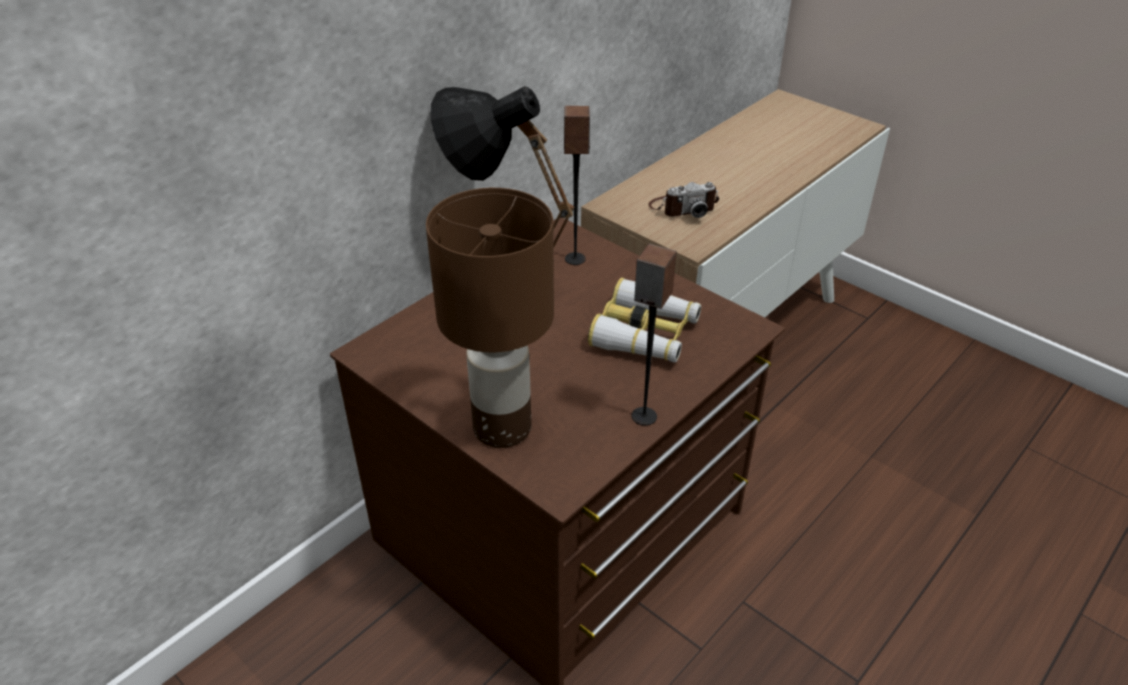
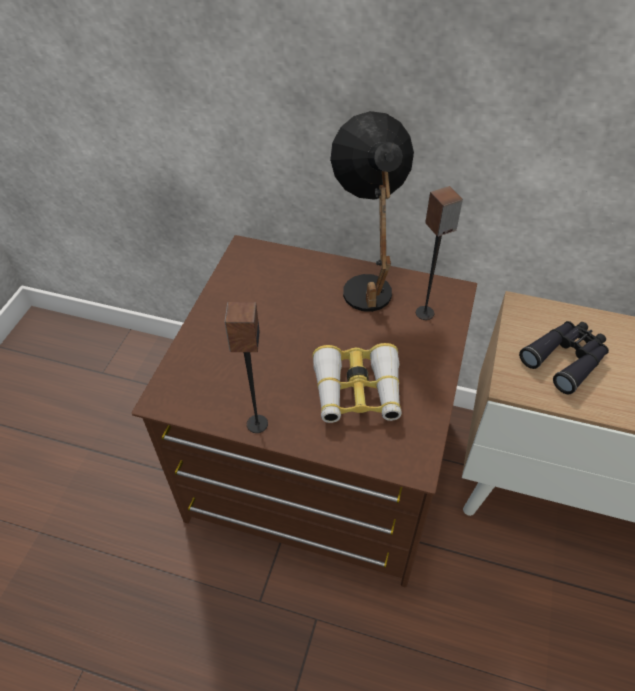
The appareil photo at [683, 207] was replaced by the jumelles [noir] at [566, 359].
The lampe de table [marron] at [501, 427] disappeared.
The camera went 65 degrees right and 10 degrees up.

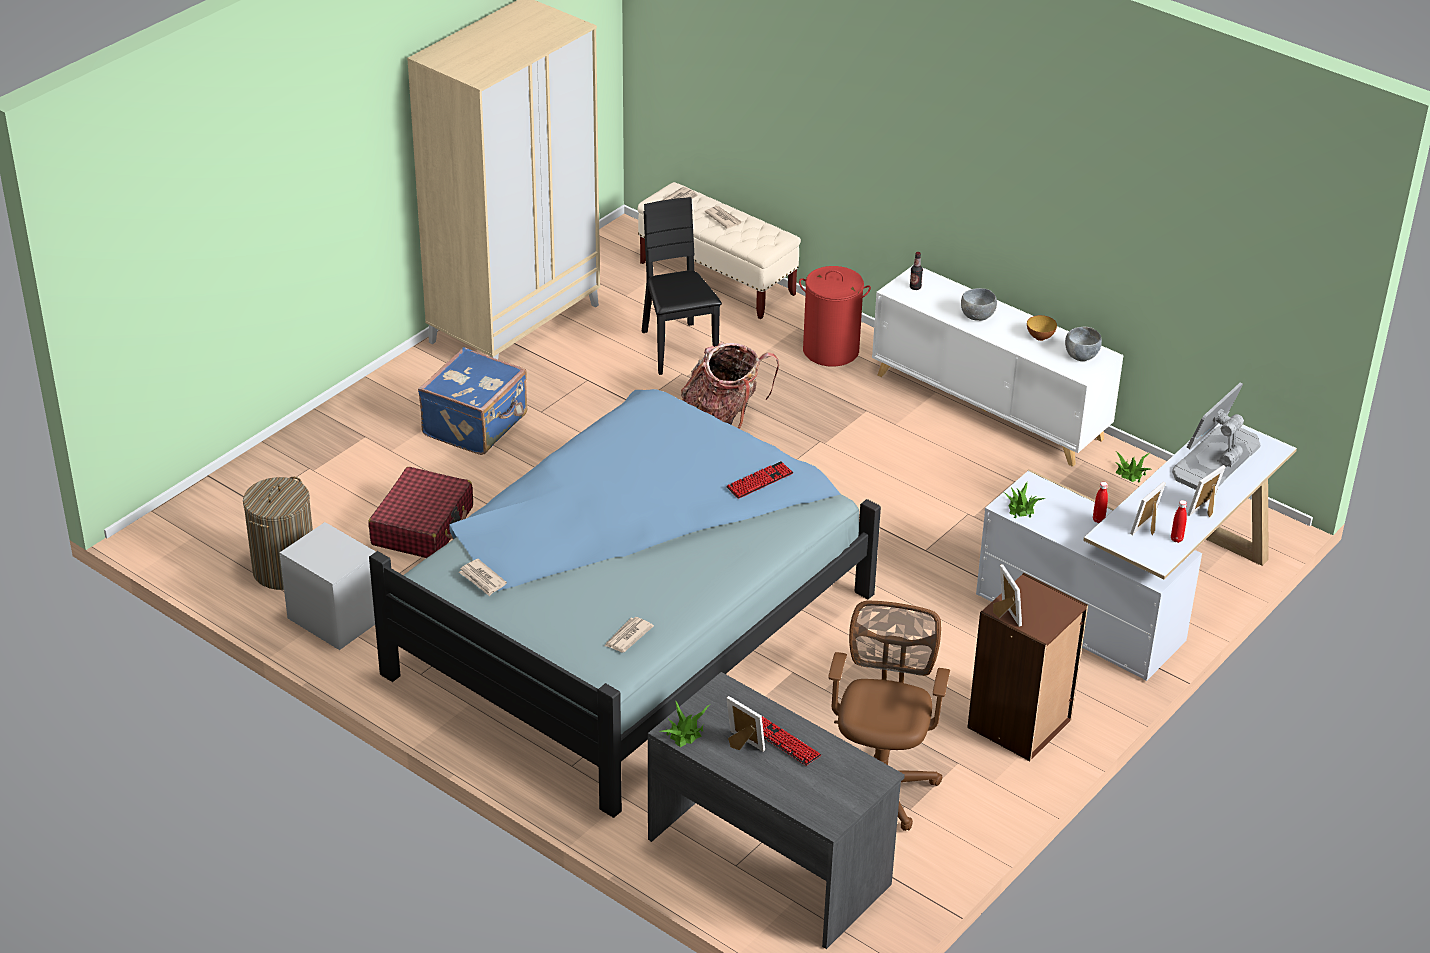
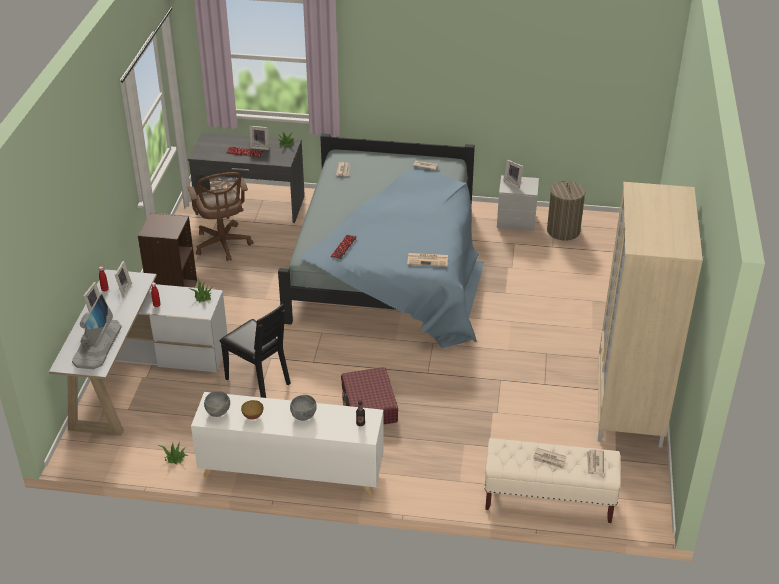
The chaise [noir] moved from [678, 349] to [258, 380].
The valise [rouge] moved from [423, 526] to [369, 406].
The journal at [428, 260] appeared.
The cadre photo moved from [1004, 615] to [513, 183].
The valise [bleu] at [477, 425] disappeared.
The sac à dos at [723, 418] disappeared.
The panier à linge [rouge] at [831, 350] disappeared.
The camera went 150 degrees right and 0 degrees up.

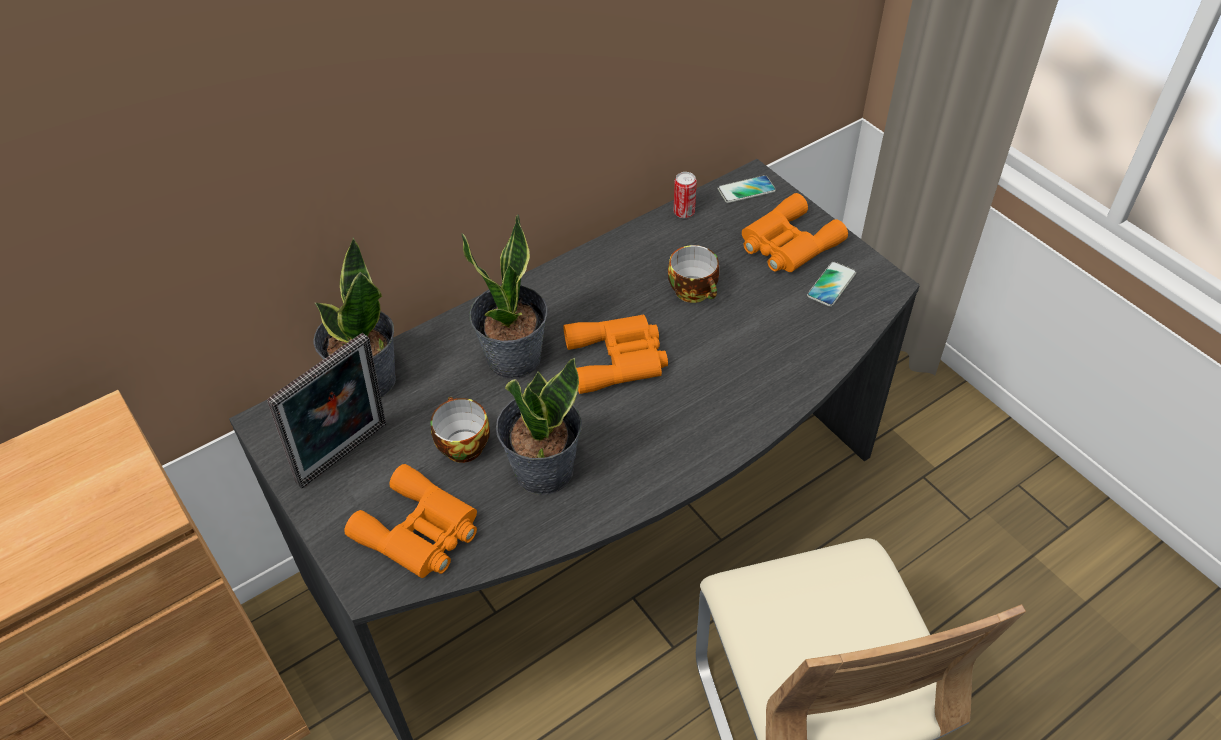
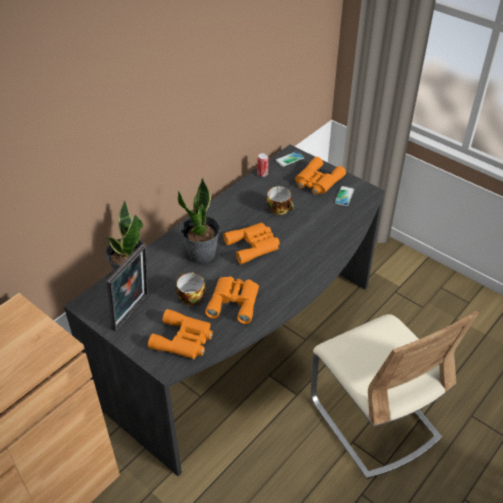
The plante en pot at [543, 470] was replaced by the jumelles [orange] at [234, 301].
The camera went 15 degrees left and 5 degrees down.

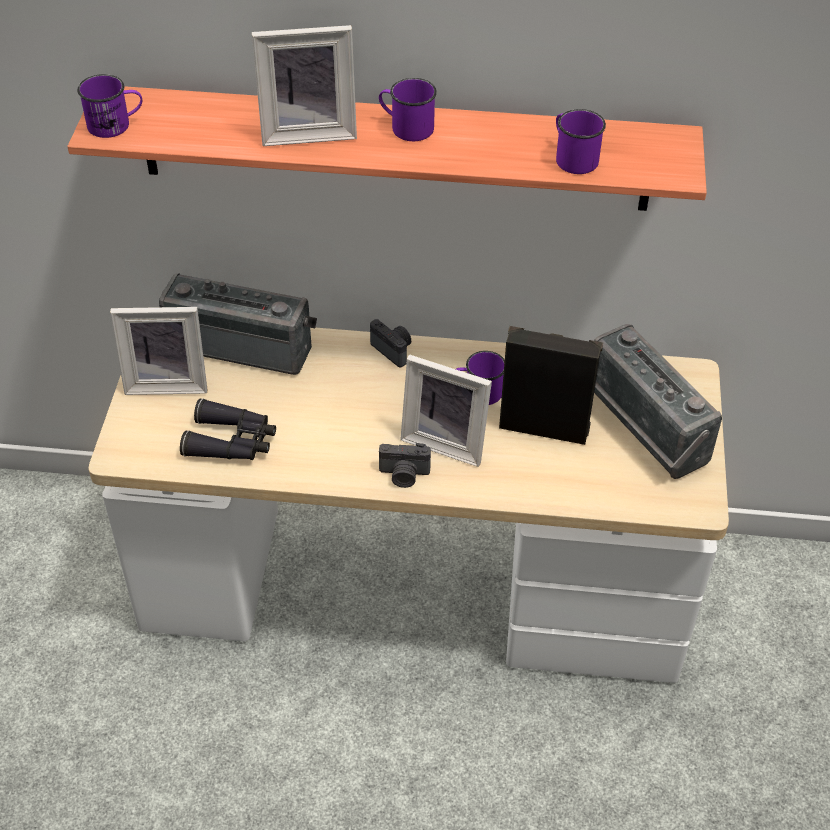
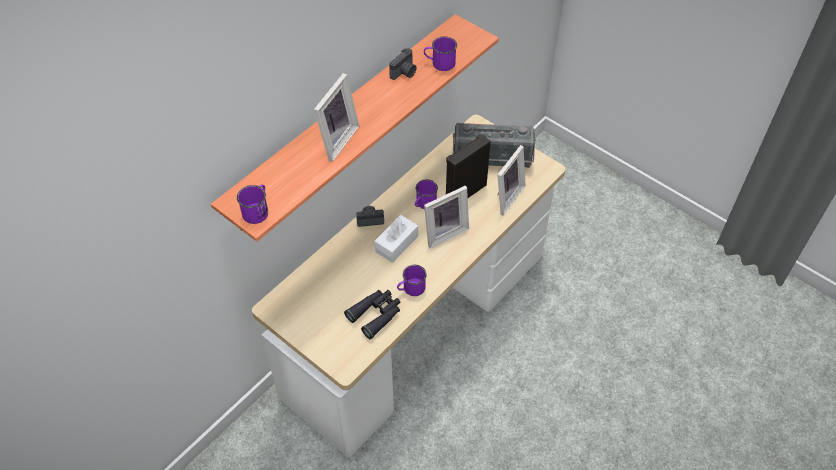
The boîte à mouchoirs [blanc] at [396, 244] appeared.
The appareil photo moved from [404, 475] to [404, 72].
The mug [violet] moved from [406, 127] to [411, 289].
The cadre photo moved from [167, 381] to [505, 196].
The radio at [242, 343] disappeared.
The camera went 55 degrees left and 5 degrees up.

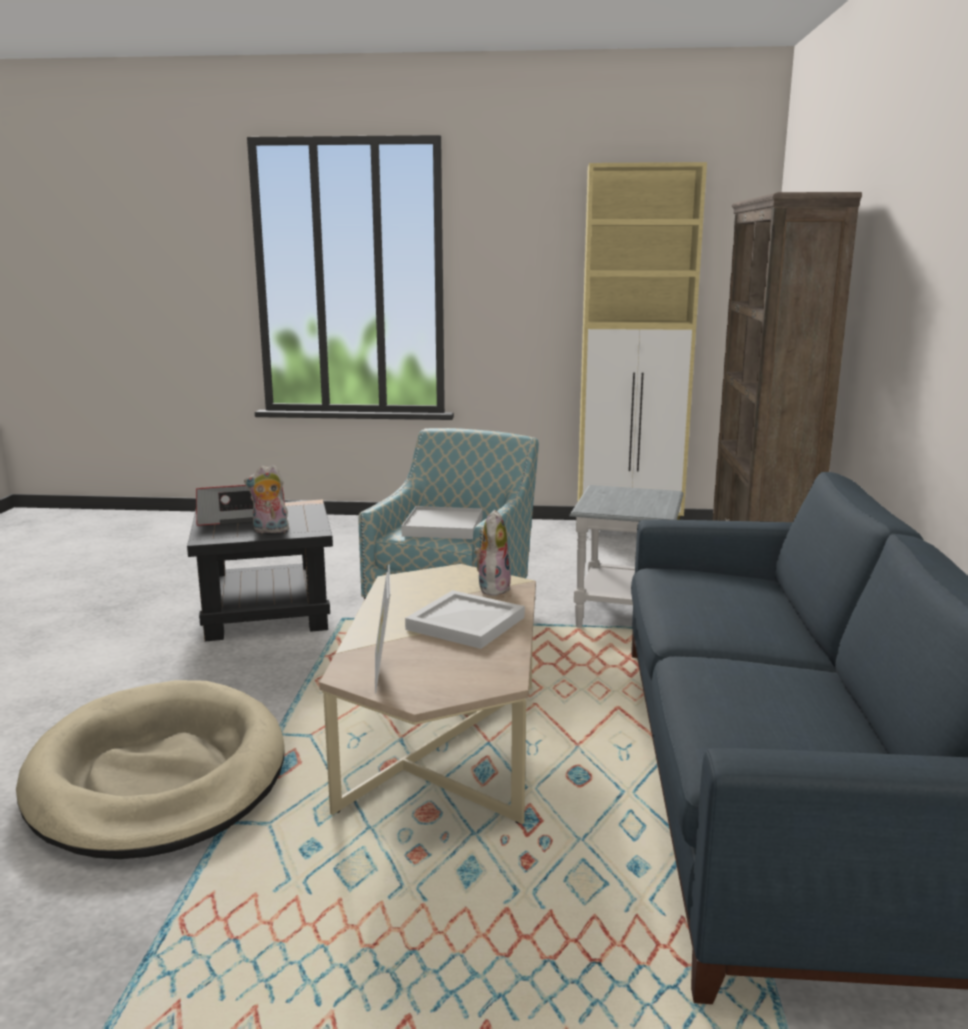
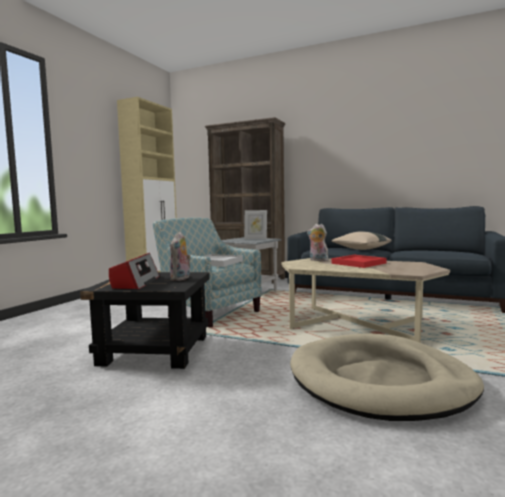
The cadre photo moved from [384, 673] to [255, 238].
The coussin [beige] at [360, 249] appeared.
The plateau [blanc] at [465, 622] became the plateau [rouge] at [357, 263].
The camera went 70 degrees left and 10 degrees down.

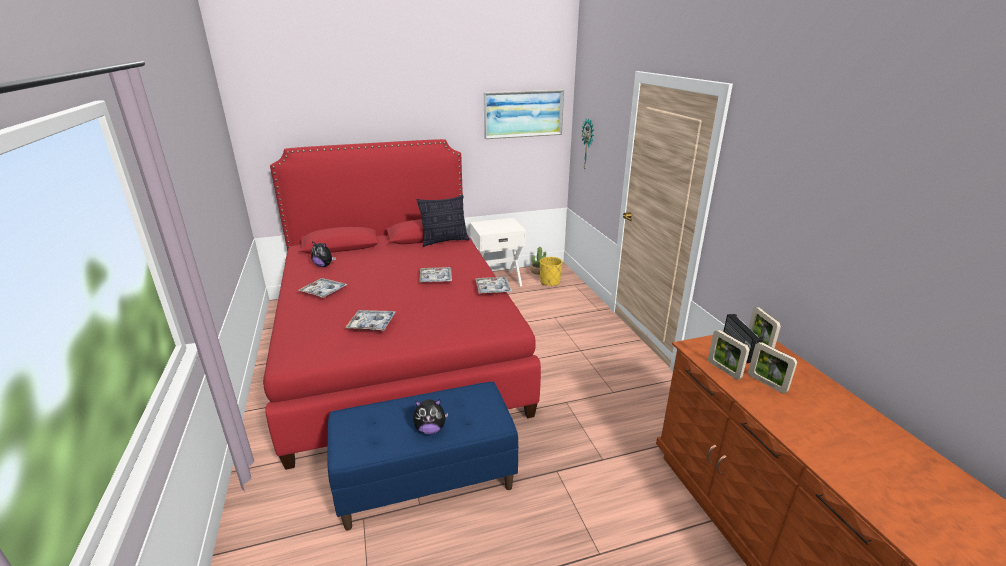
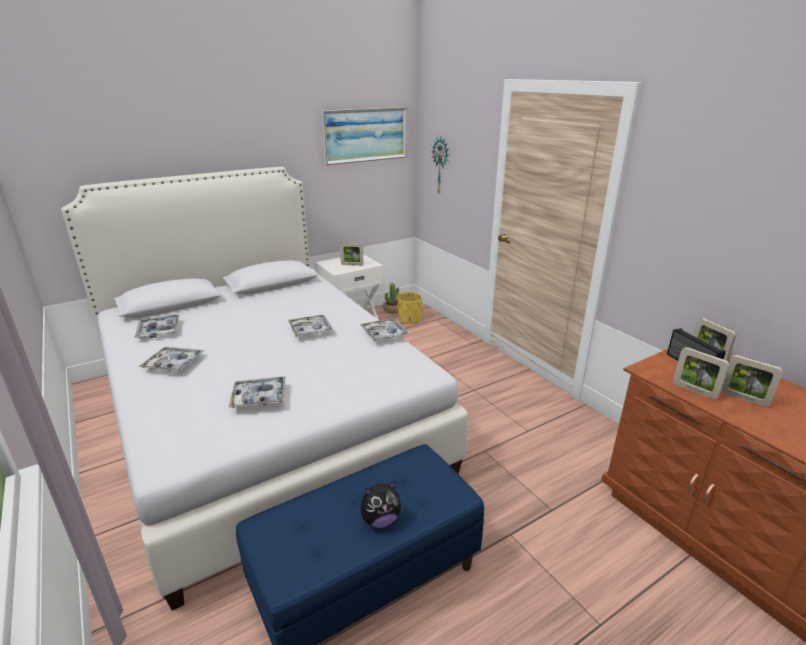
The lit [rouge] at [397, 347] became the lit [blanc] at [264, 419].
The peluche at [324, 265] was replaced by the plateau at [159, 331].
The cadre photo at [352, 264] appeared.
The coussin at [444, 241] disappeared.
The camera went 15 degrees left and 0 degrees up.

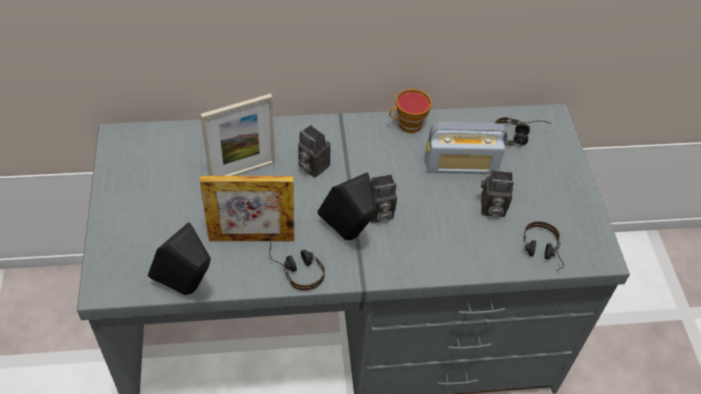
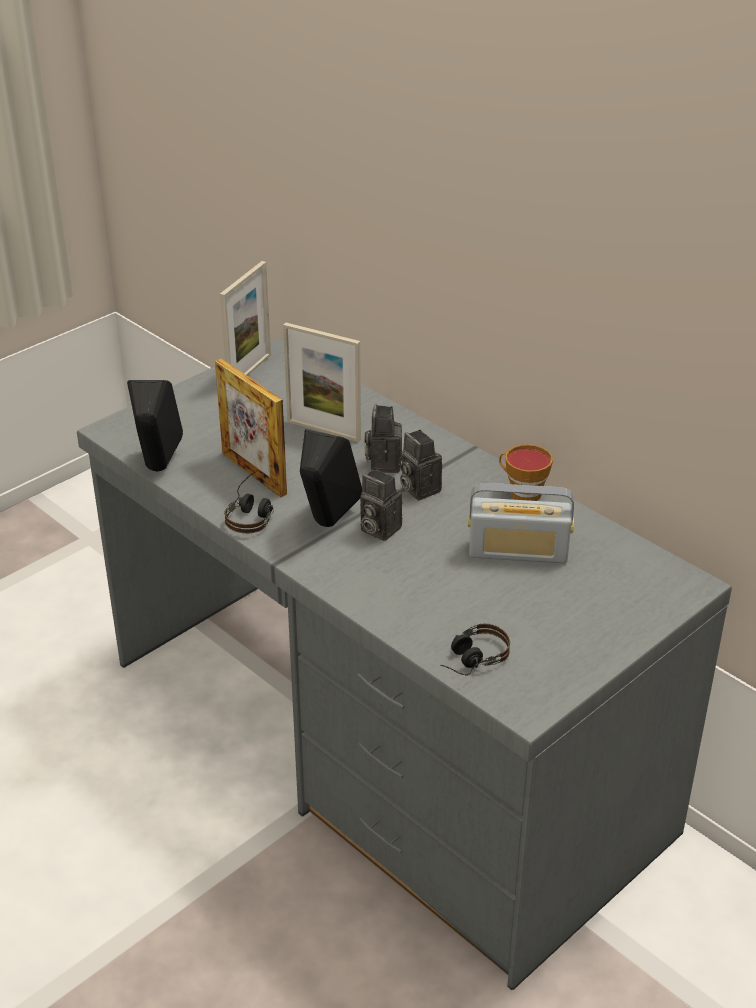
The cadre photo at [249, 371] appeared.
The appareil photo moved from [491, 208] to [418, 488].
The radio at [461, 165] turned 45 degrees counterclockwise.
The casque audio at [519, 137] disappeared.
The camera went 55 degrees right and 15 degrees down.

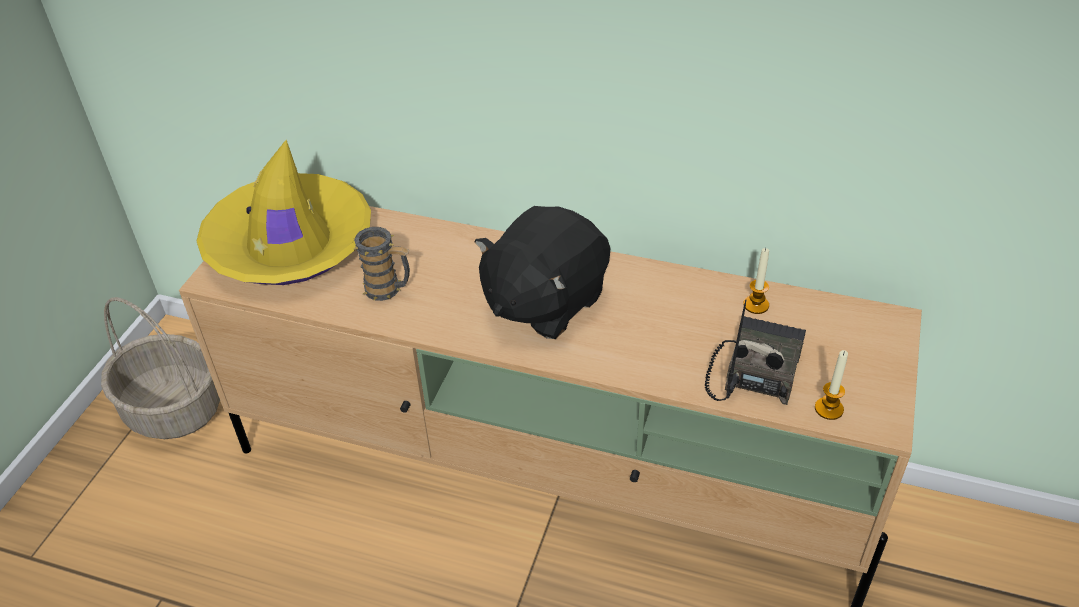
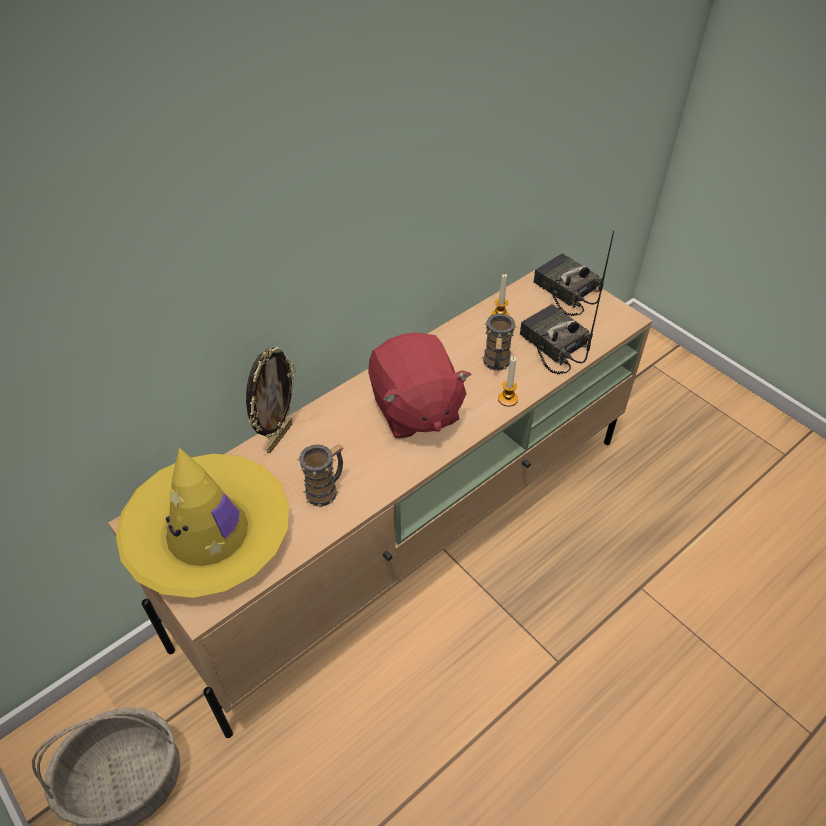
The cadre photo at [278, 437] appeared.
The peluche [noir] at [544, 302] became the peluche [rouge] at [414, 409].
The mug at [496, 364] appeared.
The bougie moved from [829, 409] to [507, 399].
The radio at [564, 291] appeared.
The camera went 60 degrees left and 5 degrees up.

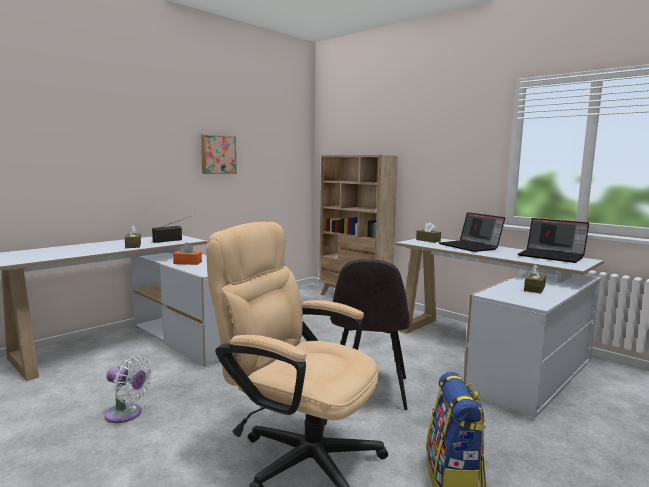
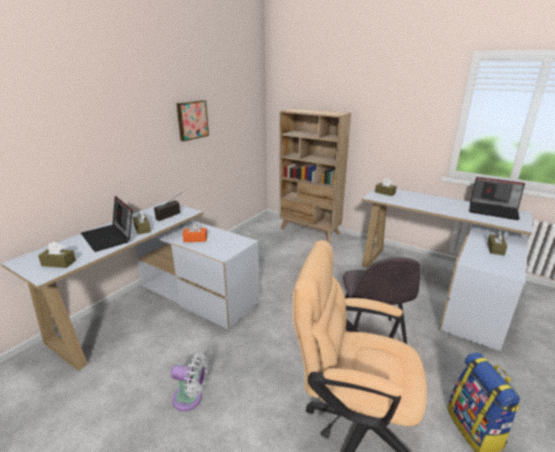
The boîte à mouchoirs [marron] at [58, 263] appeared.
The ordinateur portable moved from [470, 247] to [110, 237].
The camera went 10 degrees left and 15 degrees up.

